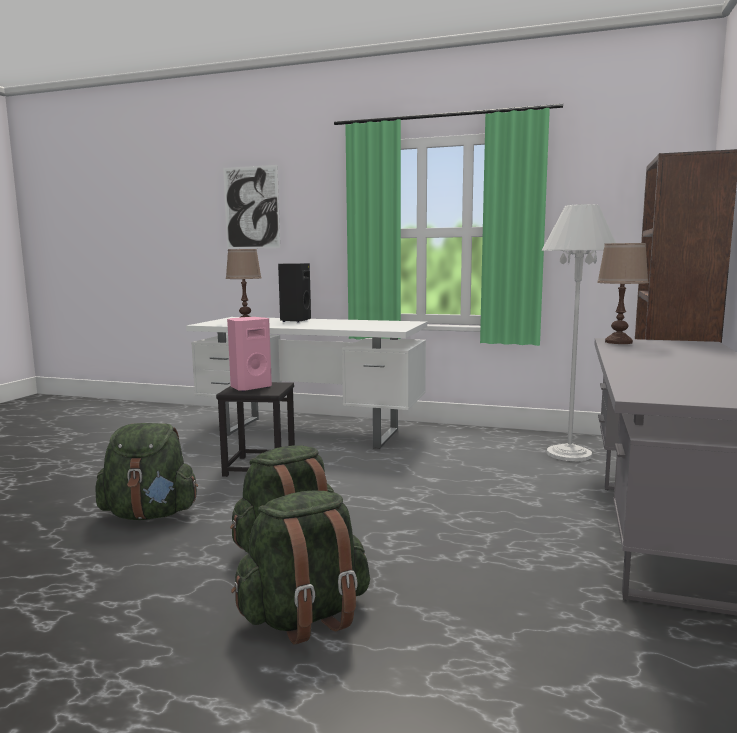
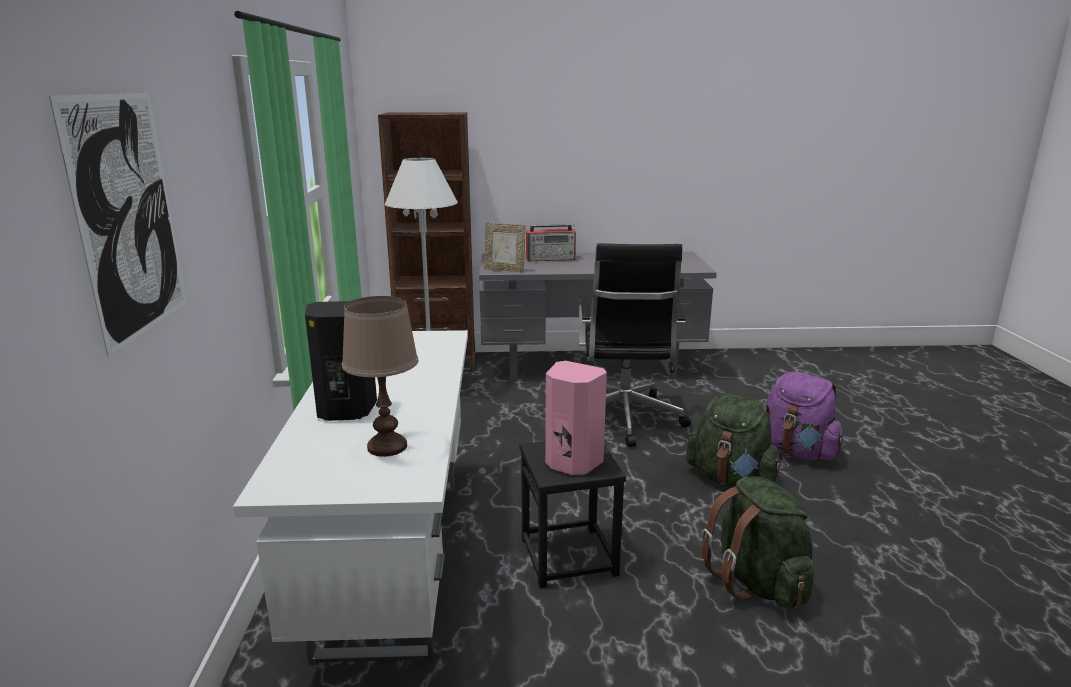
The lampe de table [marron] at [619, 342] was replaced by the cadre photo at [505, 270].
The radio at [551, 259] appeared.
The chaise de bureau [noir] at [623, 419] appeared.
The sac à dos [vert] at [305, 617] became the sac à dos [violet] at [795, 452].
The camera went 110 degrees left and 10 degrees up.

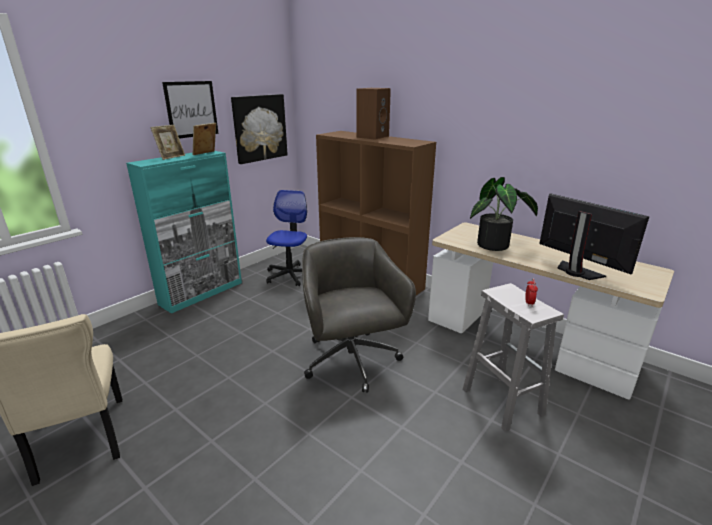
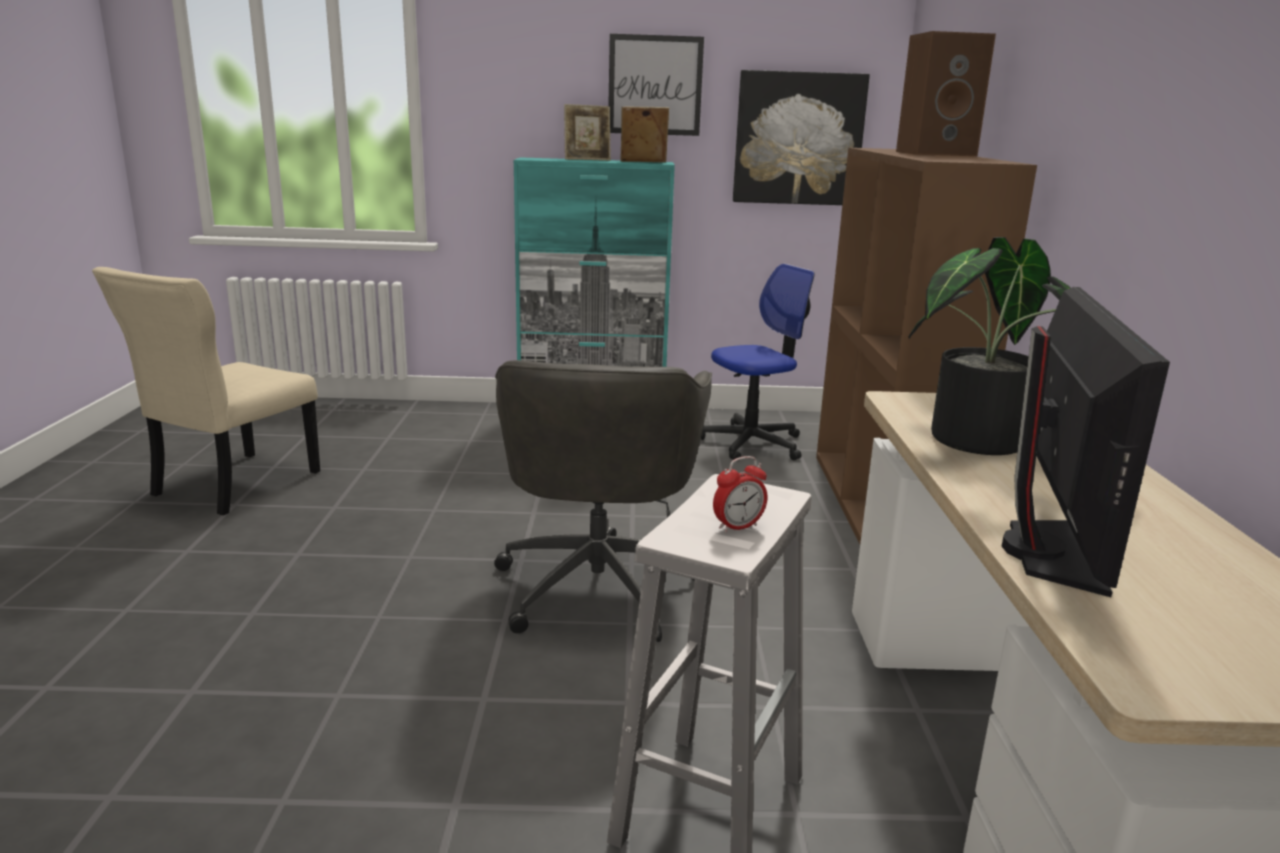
The chaise de bureau [gris] at [352, 362] turned 150 degrees clockwise.
The camera went 50 degrees right and 5 degrees down.

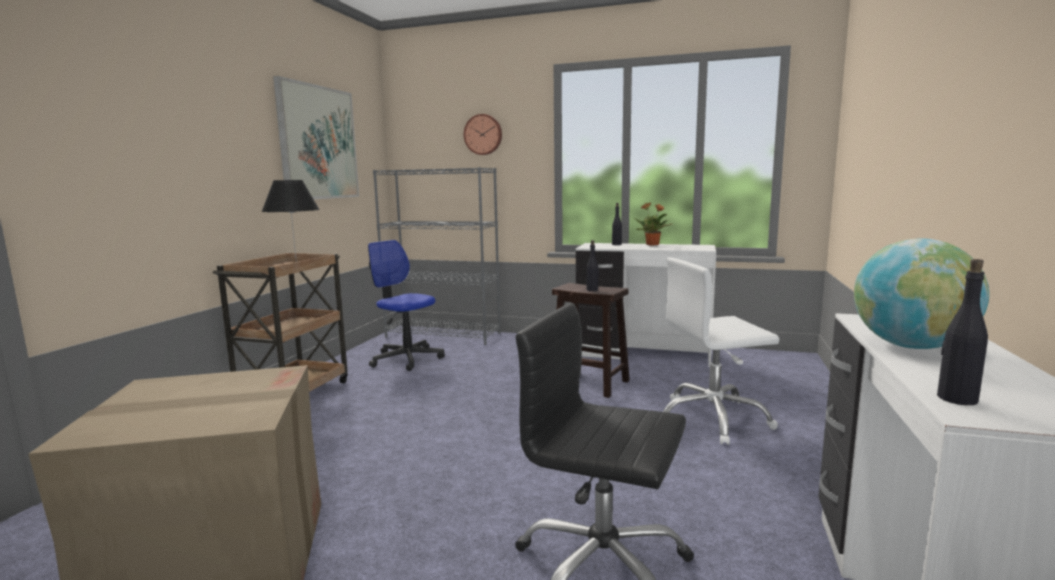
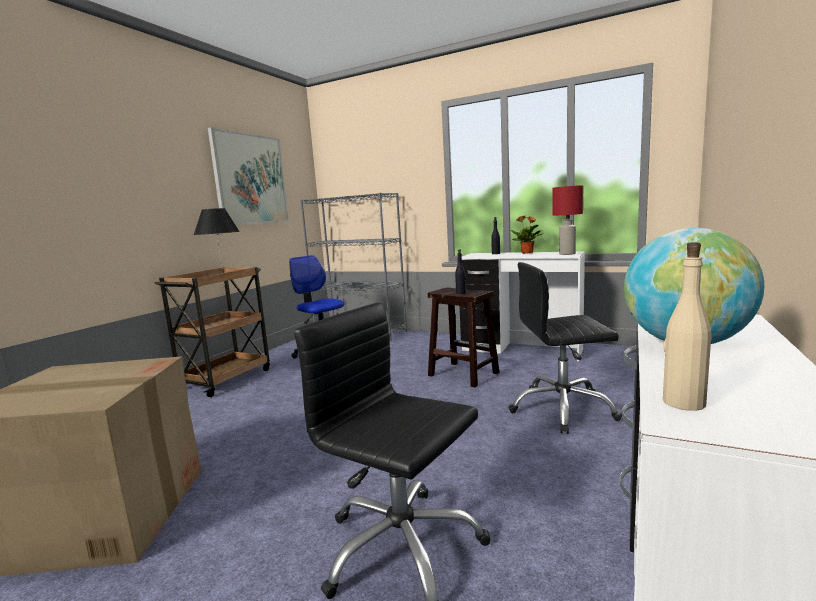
The chaise de bureau [blanc] at [712, 418] became the chaise de bureau [noir] at [562, 409].
The lampe de table [rouge] at [566, 254] appeared.
The bouteille [noir] at [956, 399] became the bouteille [beige] at [683, 402].
The horloge murale at [483, 134] disappeared.
The camera went 10 degrees right and 0 degrees up.

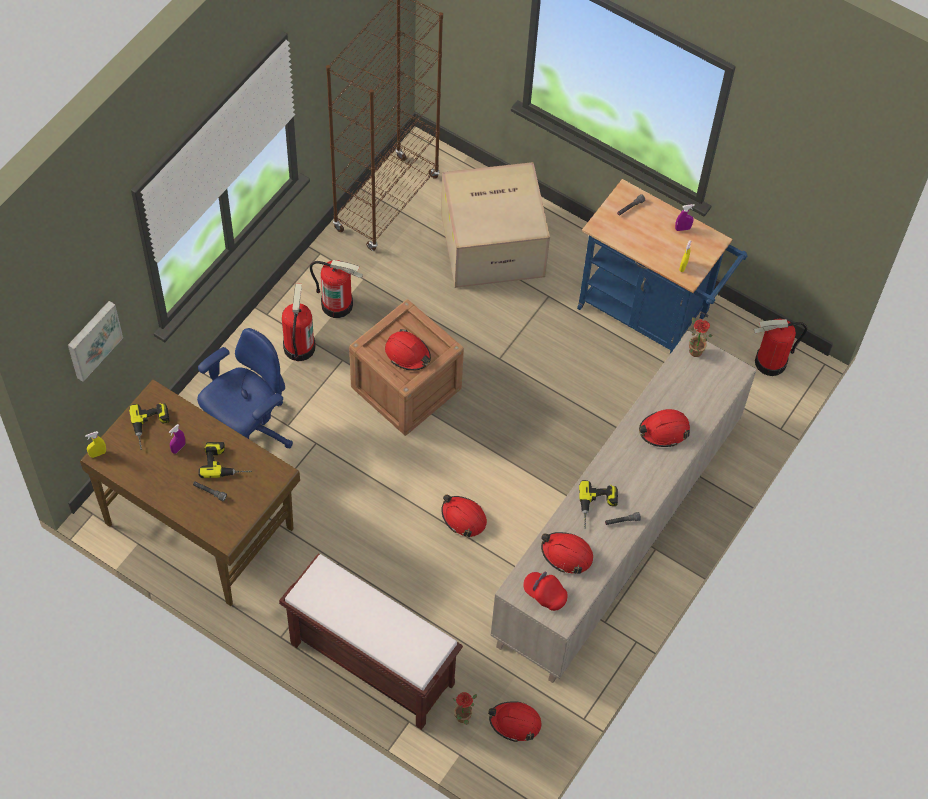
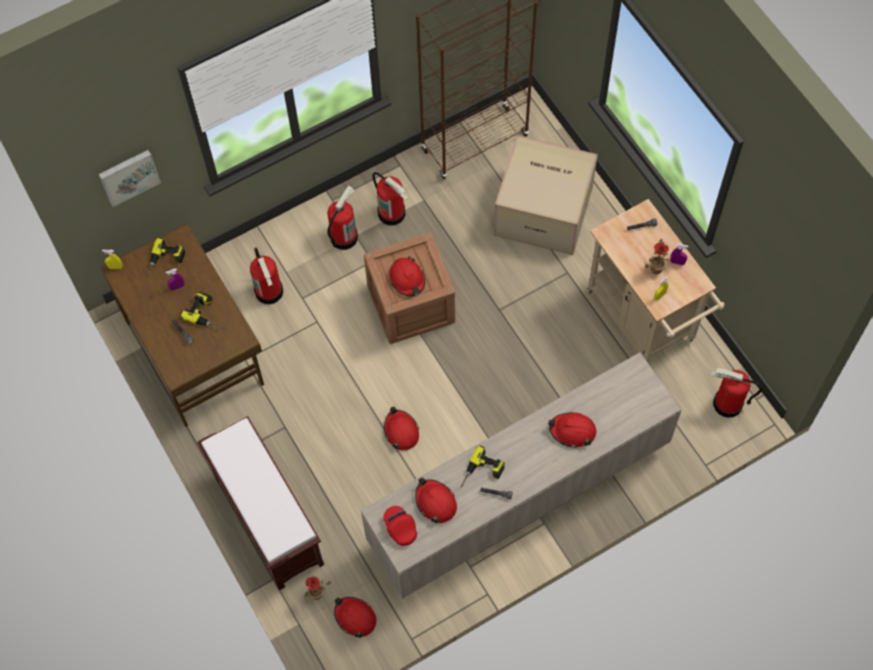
The chaise de bureau [bleu] at [248, 432] was replaced by the extincteur at [269, 291].
The chariot [bleu] at [649, 316] became the chariot [beige] at [644, 322].
The plante en pot moved from [693, 350] to [655, 267].
The camera went 30 degrees right and 5 degrees up.

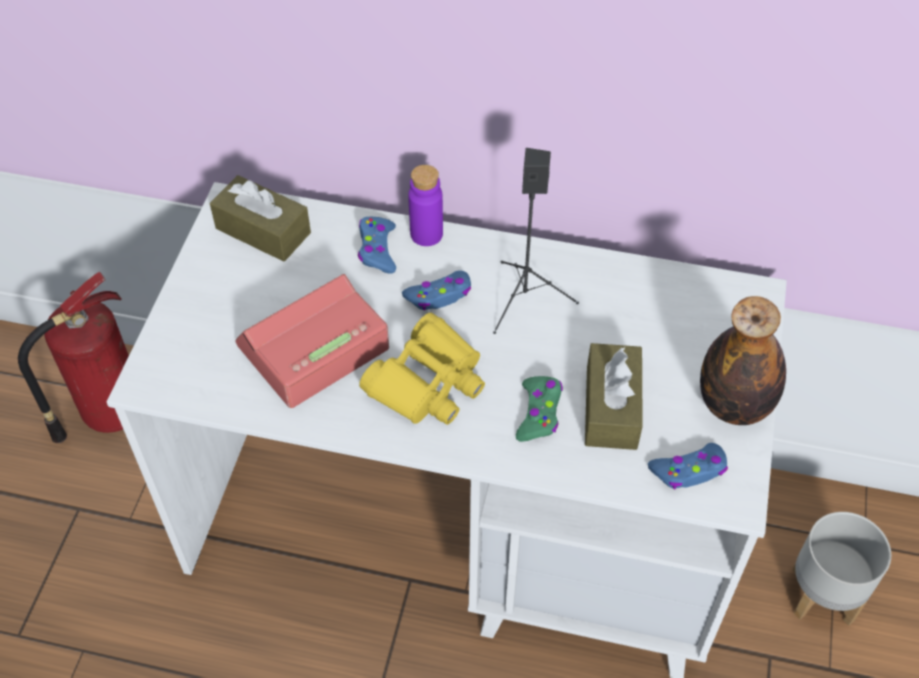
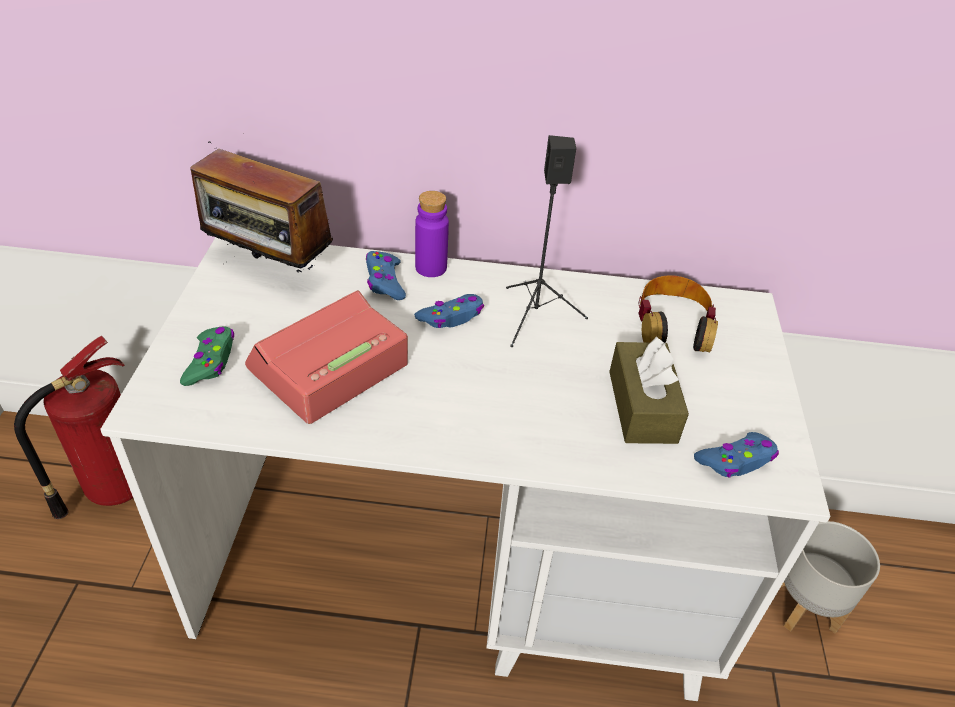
The manette [vert] moved from [539, 413] to [210, 361].
The boîte à mouchoirs [marron] at [263, 230] was replaced by the radio at [269, 269].
The casque audio at [673, 324] appeared.
The jumelles [jaune] at [428, 383] disappeared.
The bouteille at [734, 405] disappeared.
The camera went 10 degrees left and 10 degrees down.

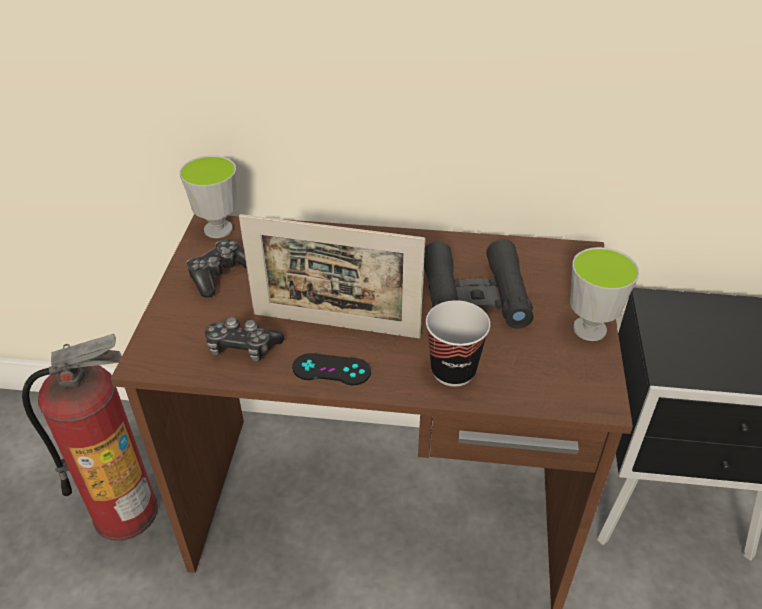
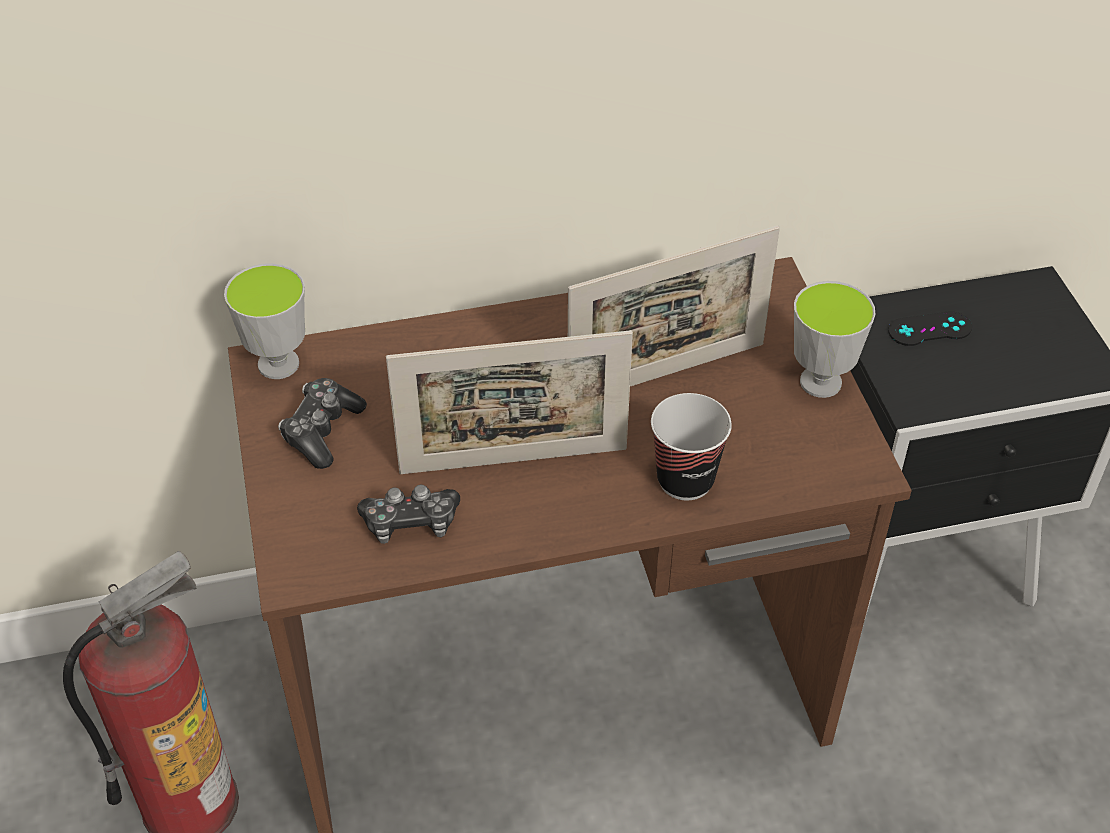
The jumelles [noir] at [474, 295] was replaced by the cadre photo at [666, 373].
The manette [noir] moved from [331, 370] to [929, 329].
The camera went 20 degrees left and 5 degrees up.

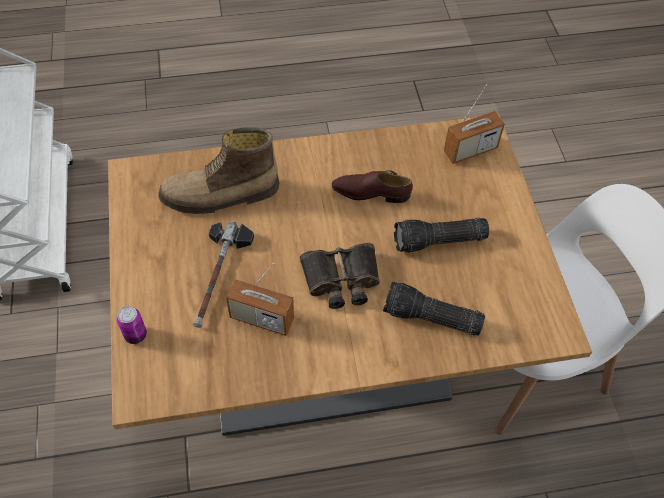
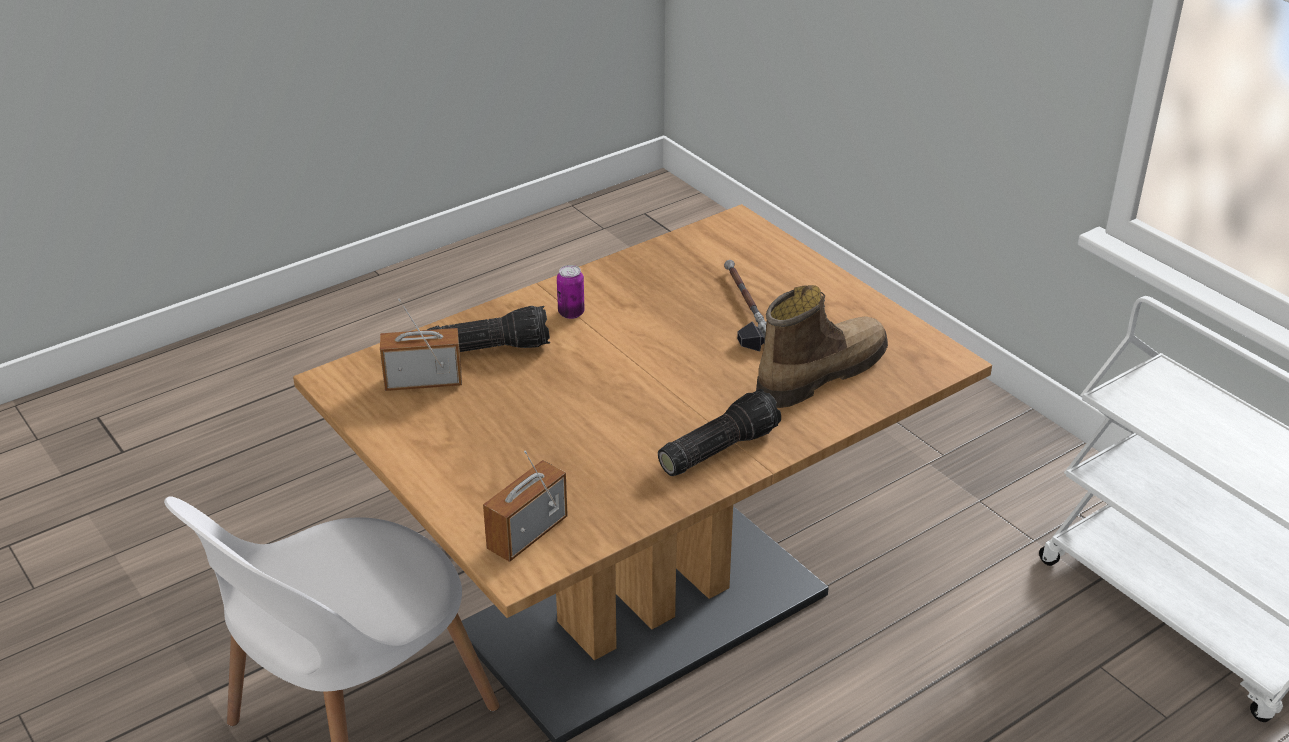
The radio moved from [262, 318] to [423, 382].
The boîte métallique moved from [135, 335] to [571, 313].
The lampe de poche moved from [439, 242] to [717, 448].
The jumelles at [341, 280] disappeared.
The chaussure [marron] at [371, 192] disappeared.
The camera went 155 degrees right and 20 degrees down.

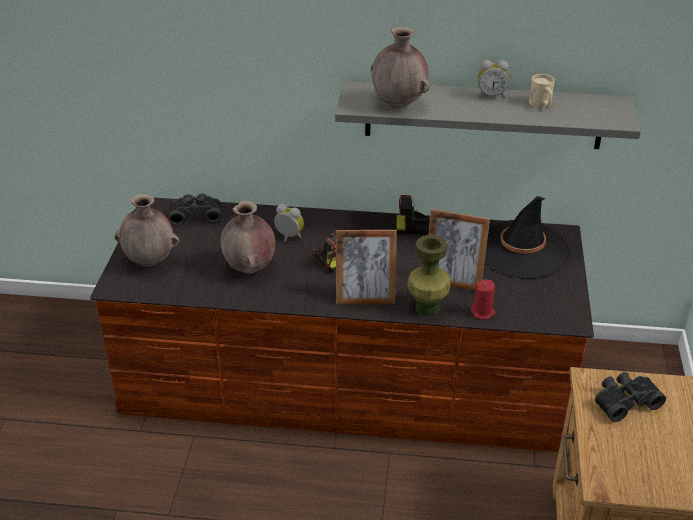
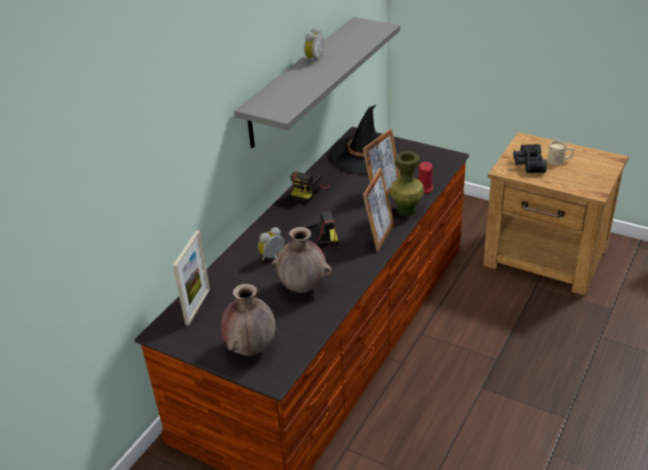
The jumelles [noir] at [196, 215] was replaced by the cadre photo at [198, 306].
The mug [beige] moved from [542, 105] to [559, 161].
The vase [marron] at [399, 104] disappeared.
The camera went 65 degrees left and 0 degrees up.

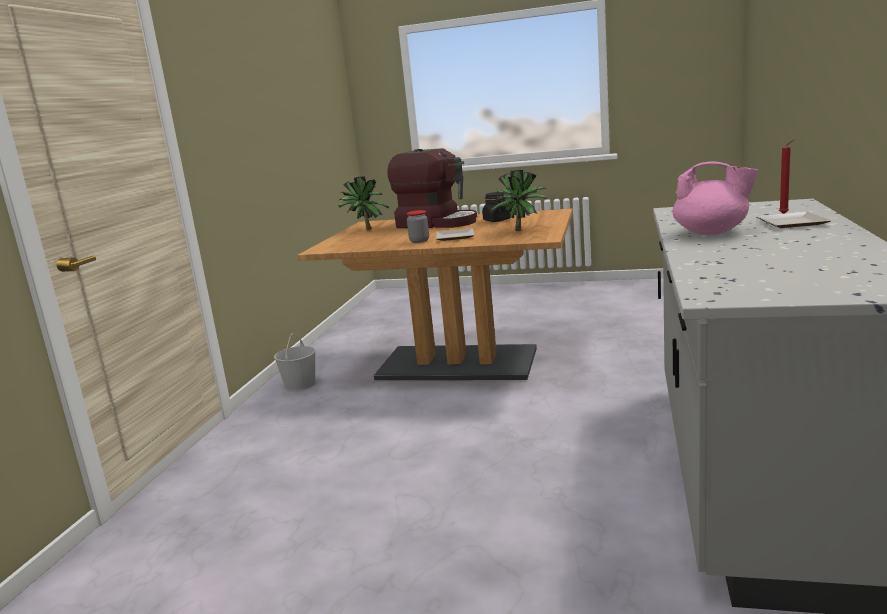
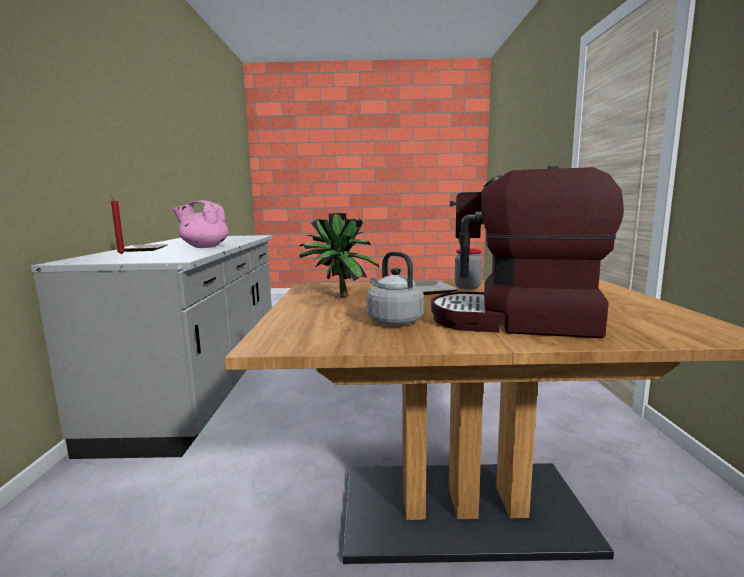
The bocal [noir] at [496, 220] was replaced by the bouilloire [gris] at [393, 321].
The seau [blanc] at [300, 384] disappeared.
The plante en pot at [365, 230] disappeared.
The camera went 165 degrees right and 5 degrees down.

